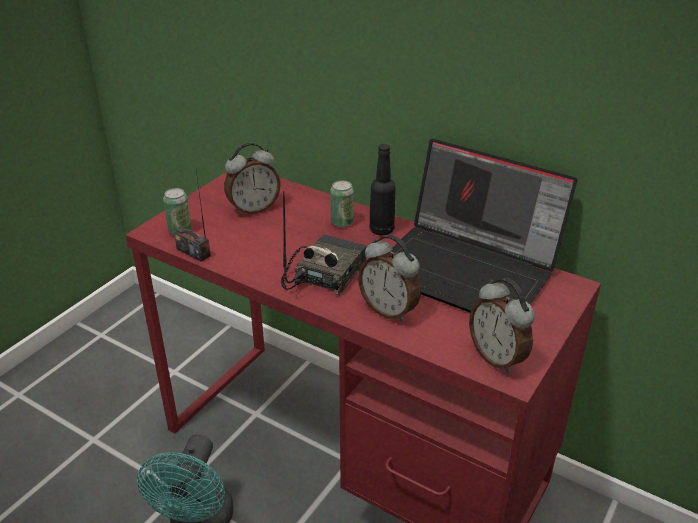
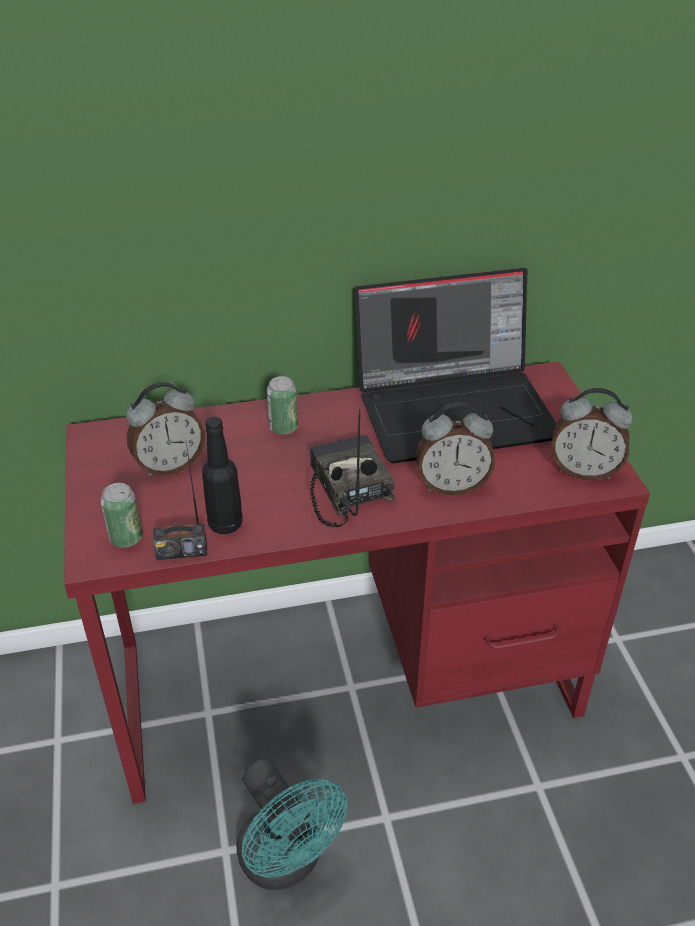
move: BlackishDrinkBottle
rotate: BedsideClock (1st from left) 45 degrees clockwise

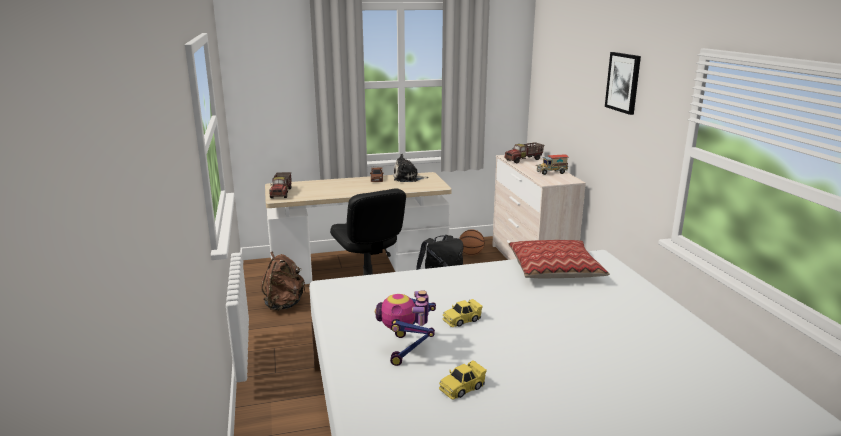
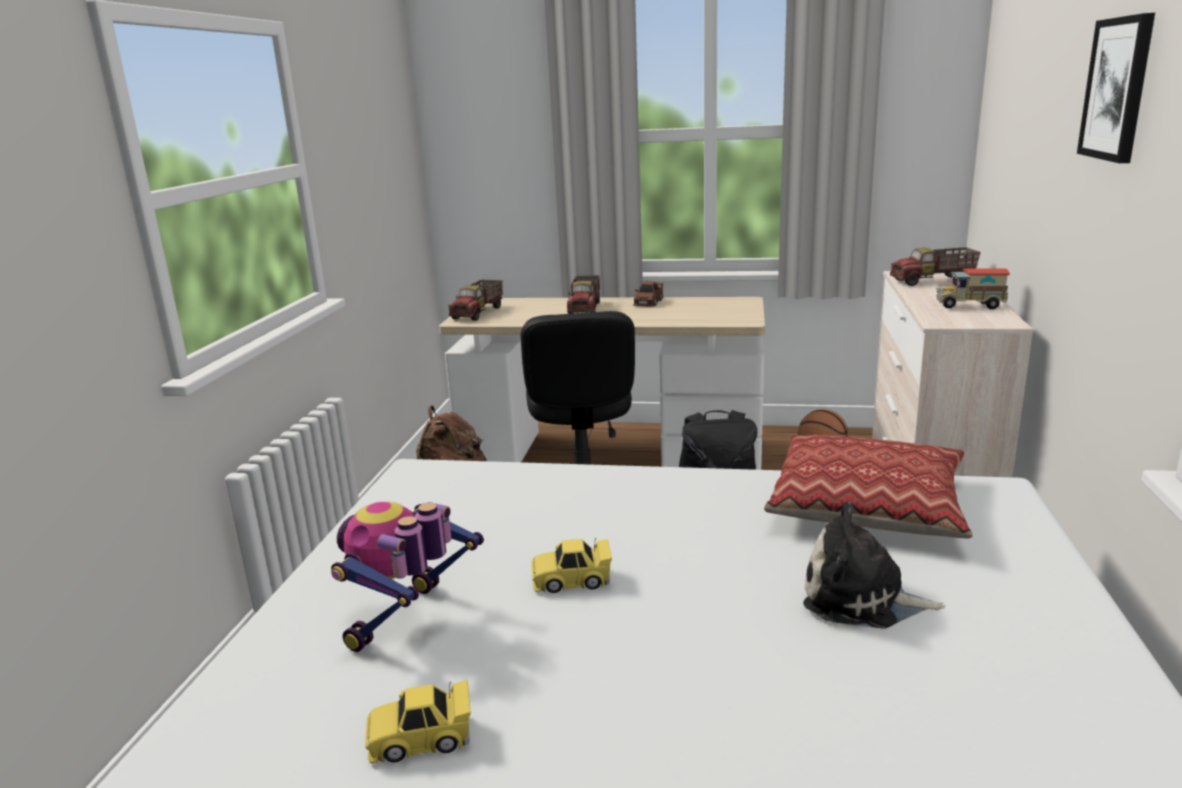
insert: ToyTruck (2nd from left)
move: CuddlyToy

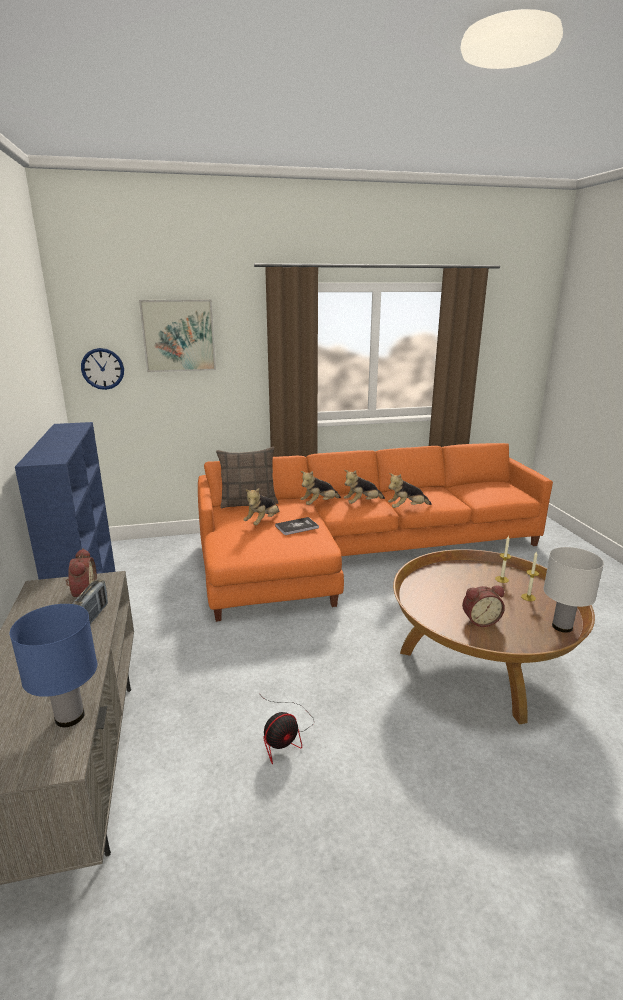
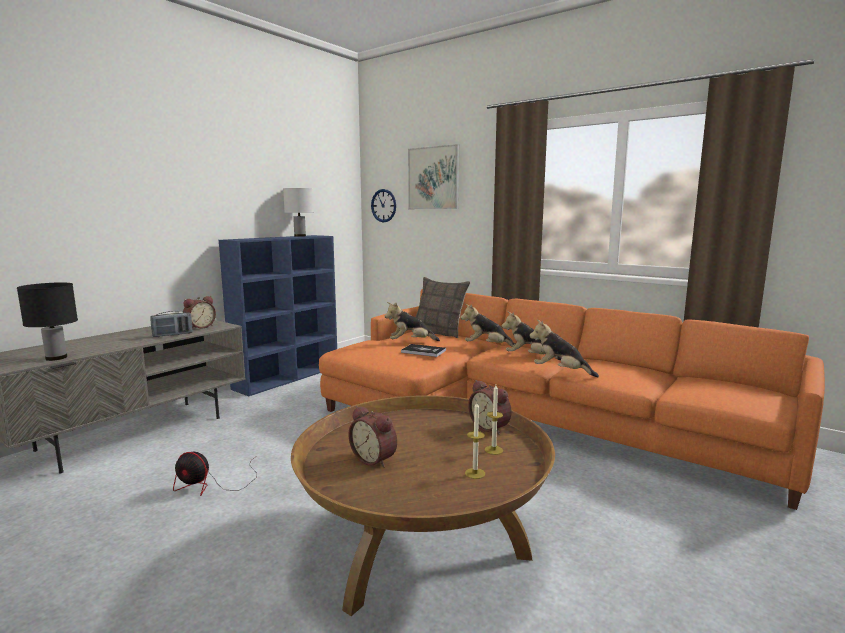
insert: BedsideClock (3rd from left)
move: WhiteTabletopLamp
recolor: BluishTabletopLamp to BlackishTabletopLamp

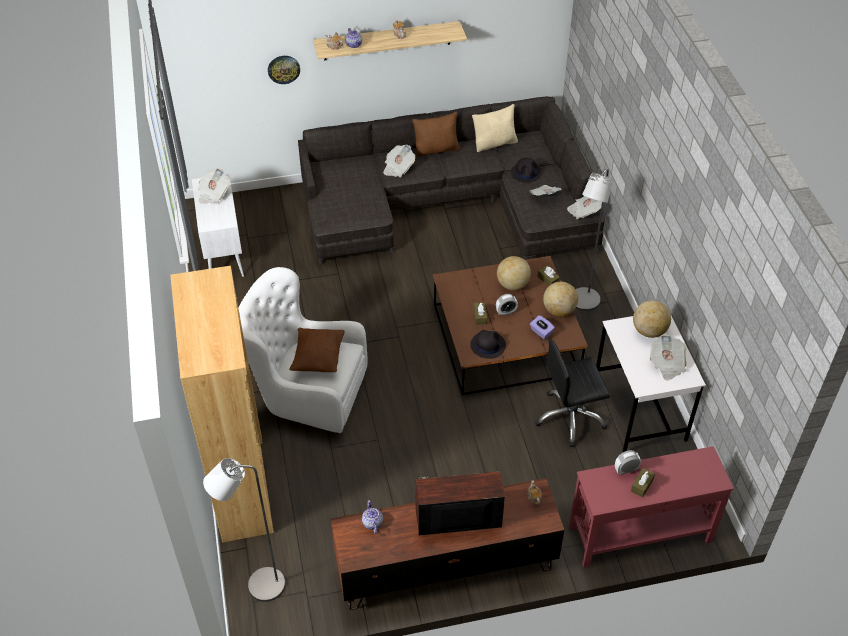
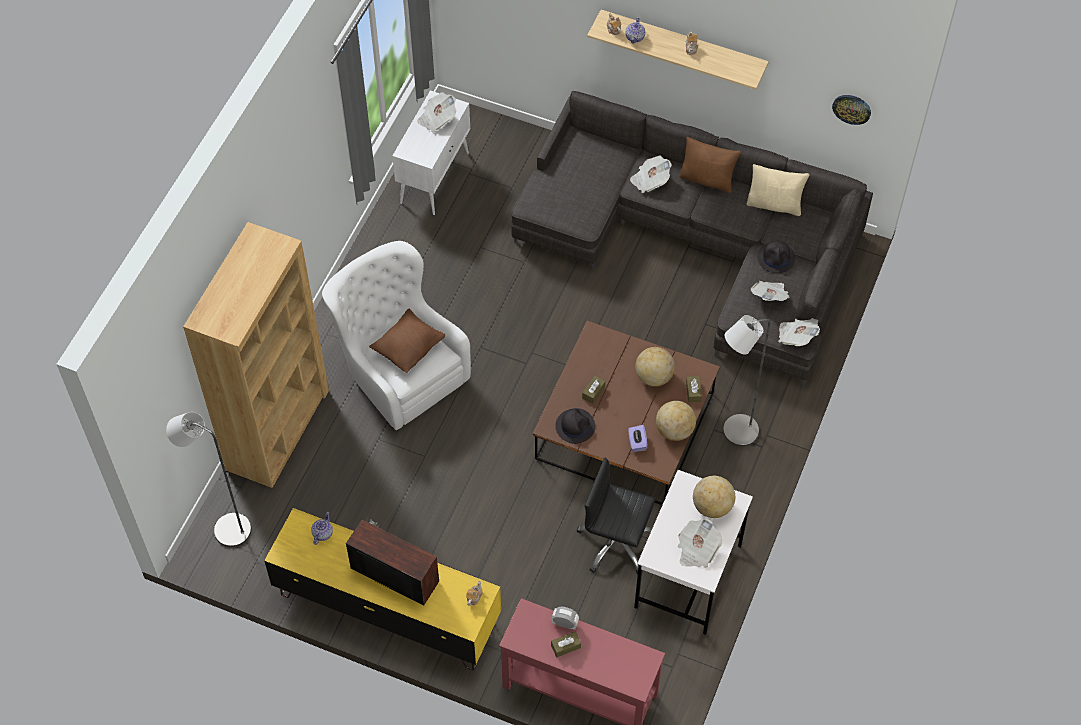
delete: BedsideClock (1st from left)
move: ClockOnTheWall
recolor: BrownishTvStand to YellowTvStand

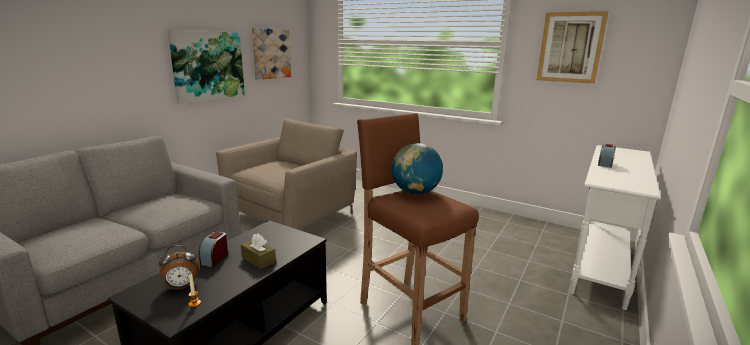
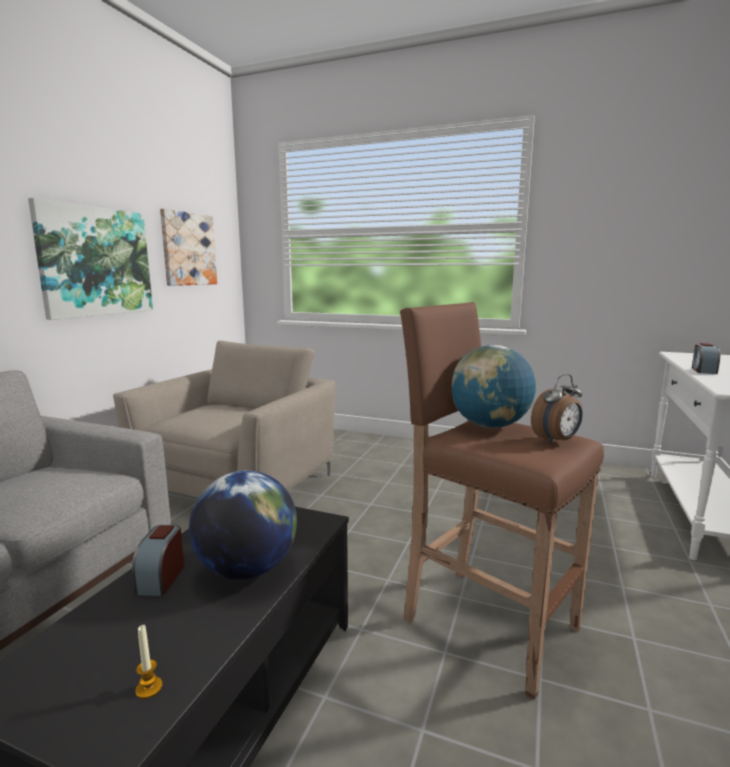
delete: WallPicture (3rd from left)
move: BedsideClock (1st from left in the first image) to BedsideClock (2nd from left)
replace: BrownishTissueBox to DeskGlobe (1st from left)

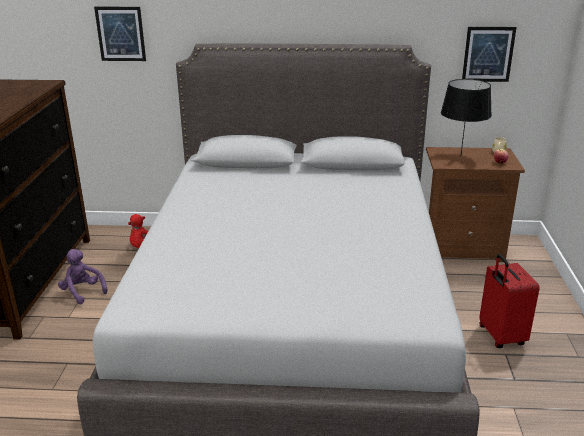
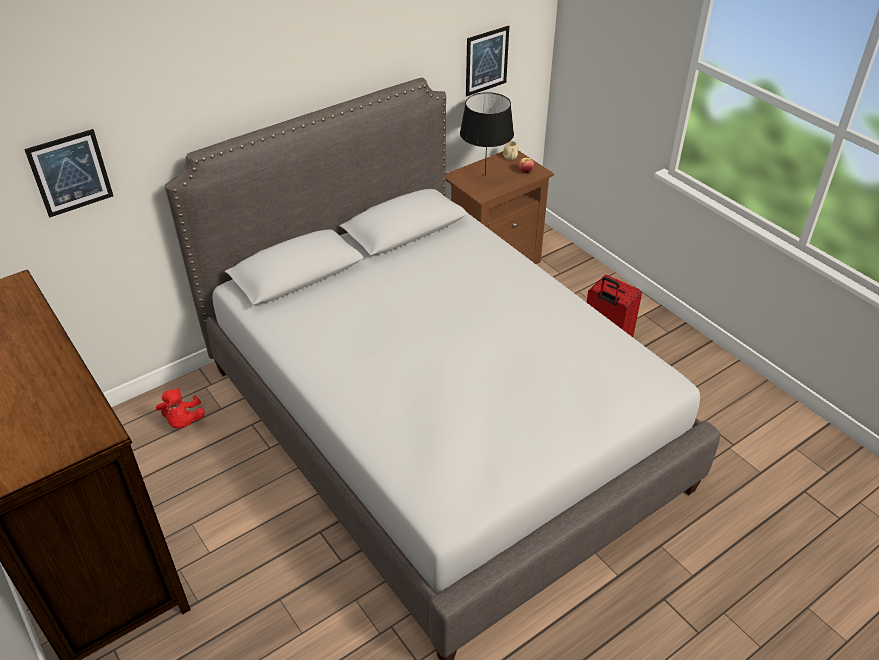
delete: PurplishCuddlyToy

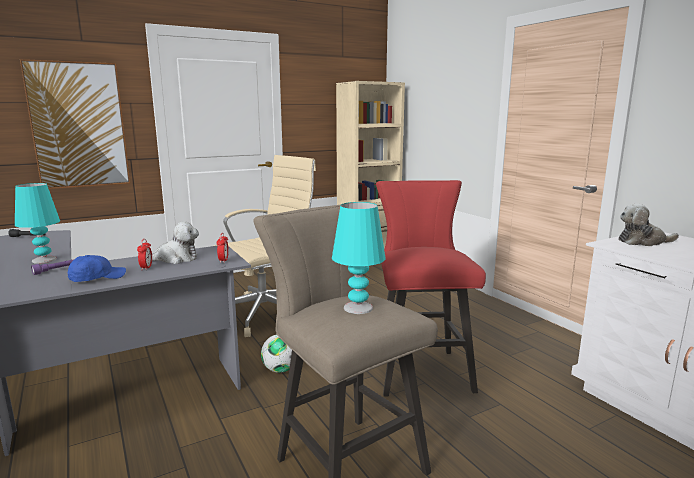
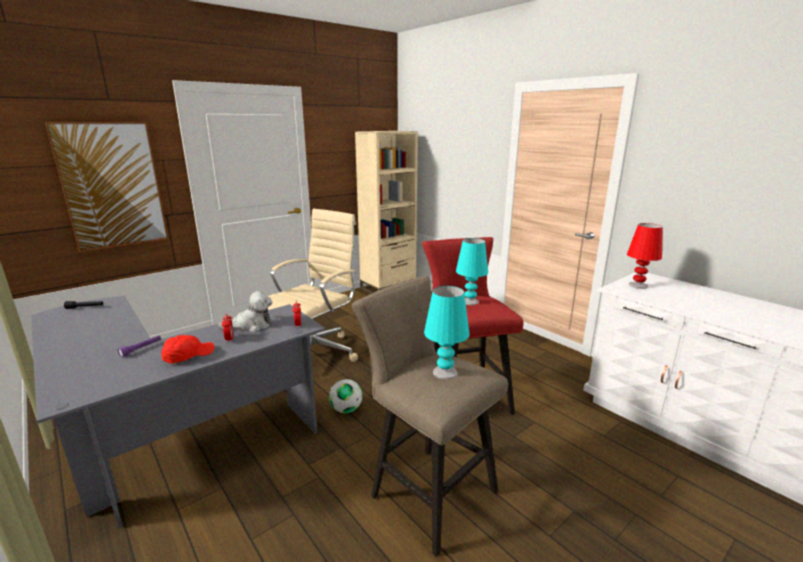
move: BlueGreenTabletopLamp (1st from left in the first image) to BlueGreenTabletopLamp (2nd from left)
replace: CuddlyToy (2nd from left) to RedTabletopLamp
recolor: BluishBaseballCap to RedBaseballCap

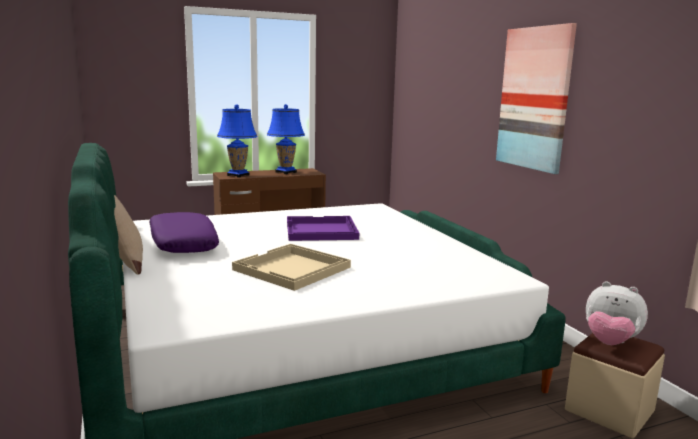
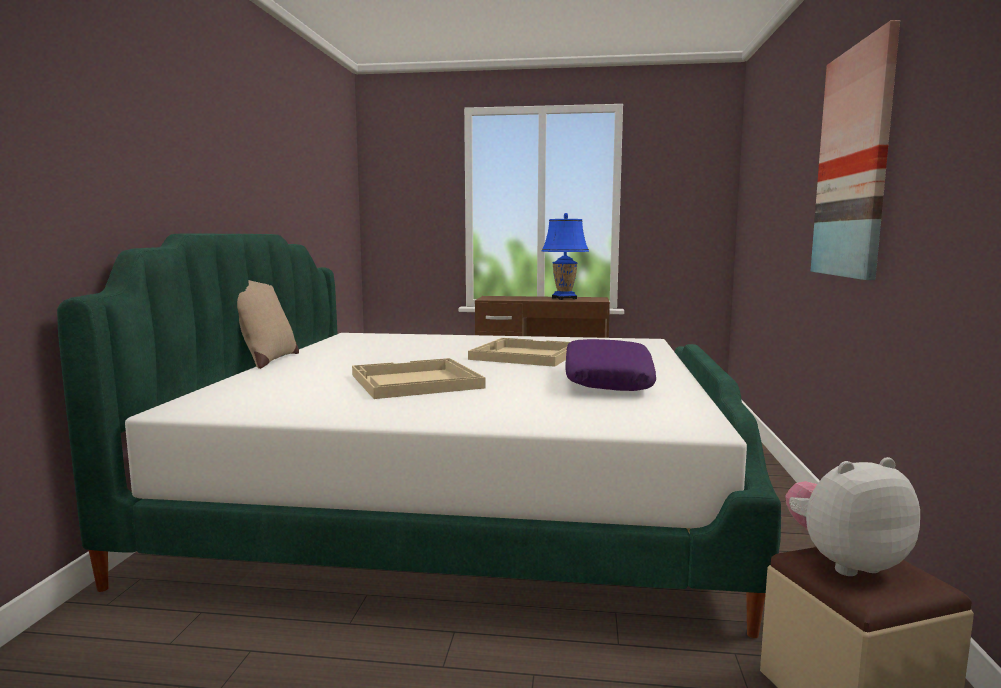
delete: BluishTabletopLamp (1st from left)
move: PurplishCushion
recolor: PurplishServingTray to BeigeColouredServingTray (2nd from left)
rotate: CuddlyToy 105 degrees clockwise

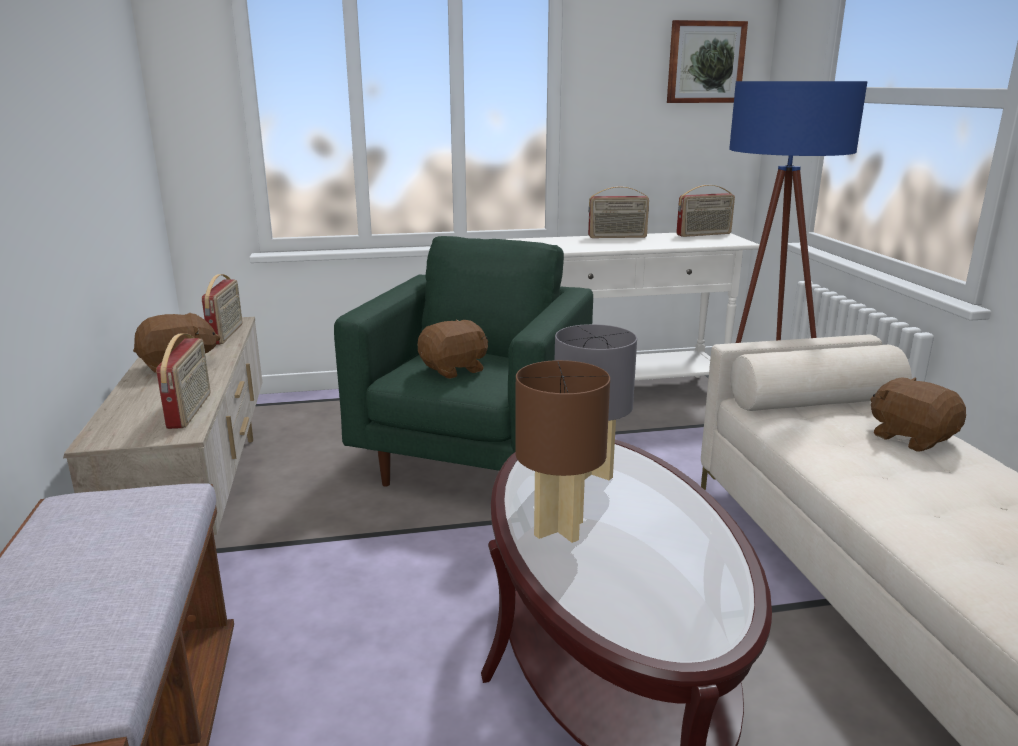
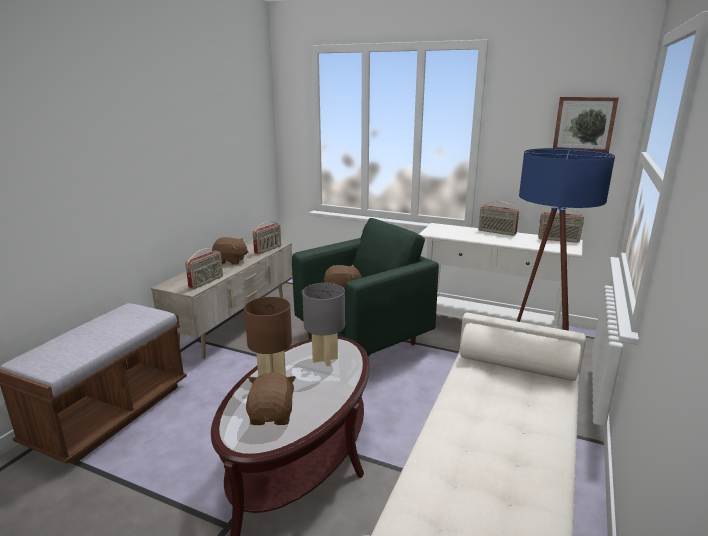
move: BrownishCuddlyToy (3rd from left in the first image) to BrownishCuddlyToy (2nd from left)

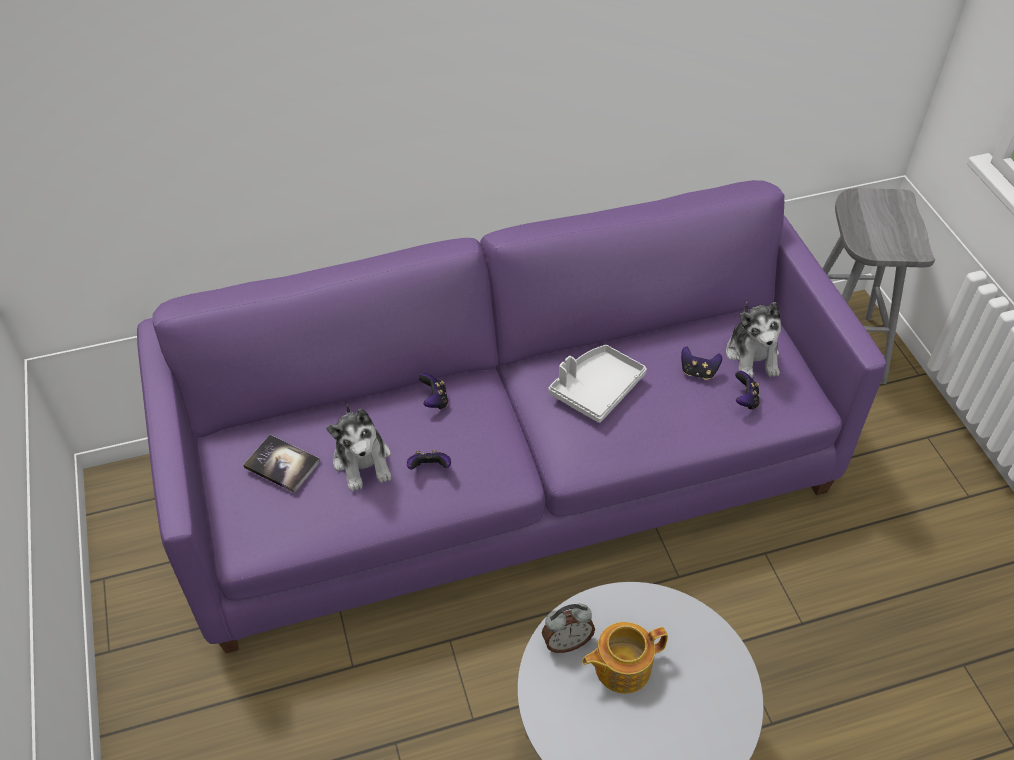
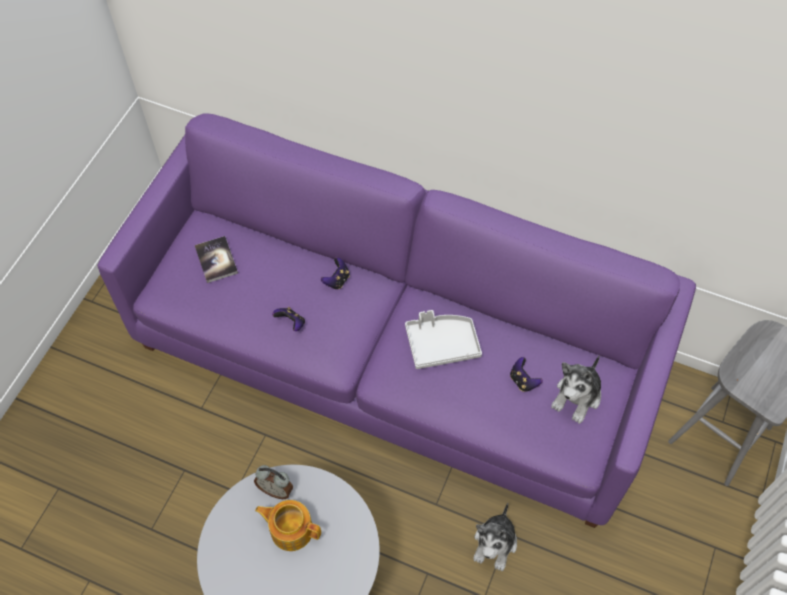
delete: Gamepad (4th from left)
move: CuddlyToy (1st from left)

